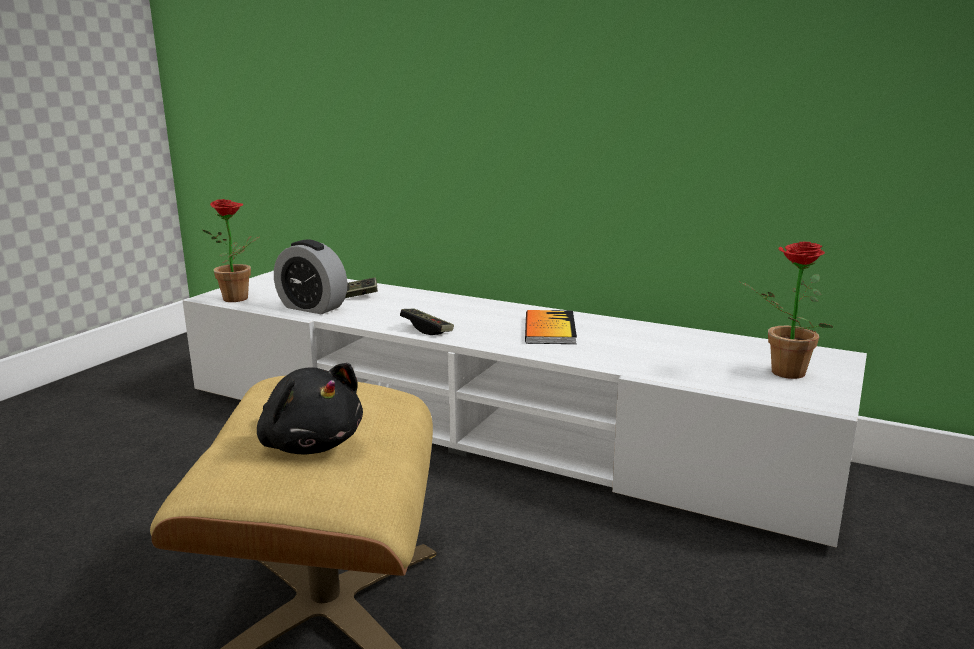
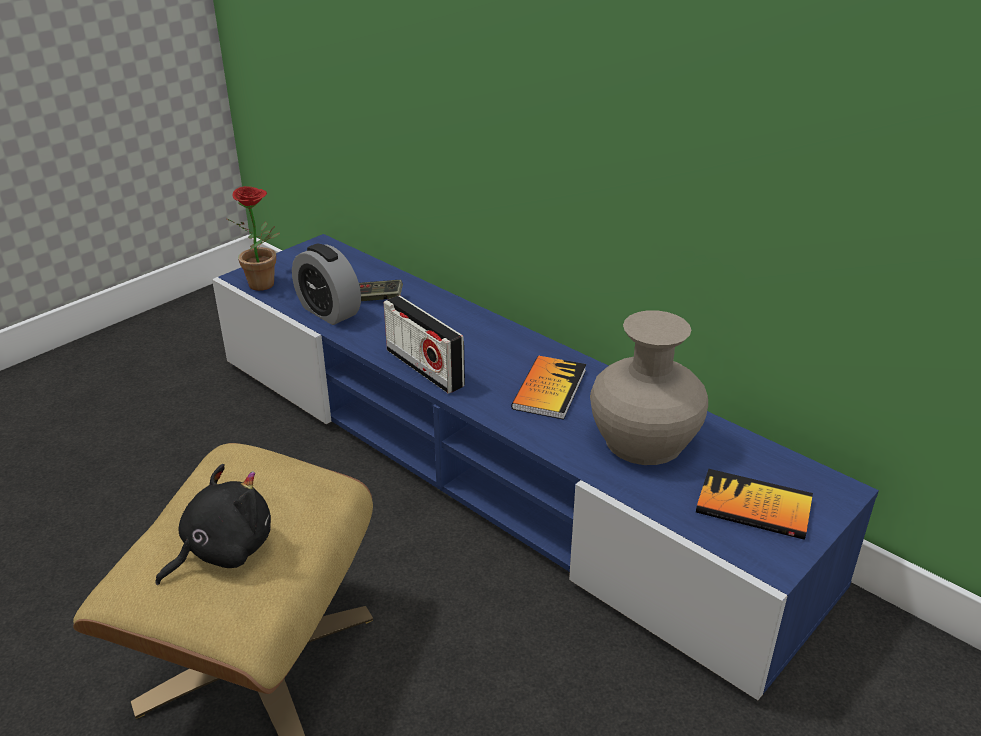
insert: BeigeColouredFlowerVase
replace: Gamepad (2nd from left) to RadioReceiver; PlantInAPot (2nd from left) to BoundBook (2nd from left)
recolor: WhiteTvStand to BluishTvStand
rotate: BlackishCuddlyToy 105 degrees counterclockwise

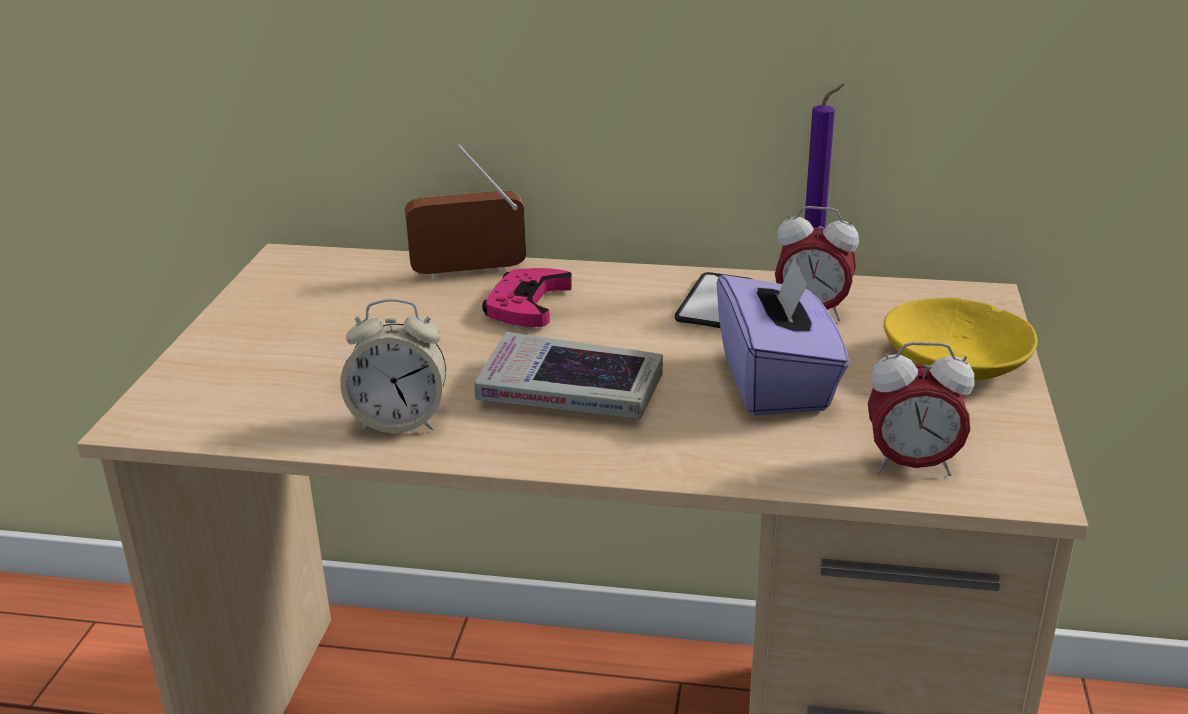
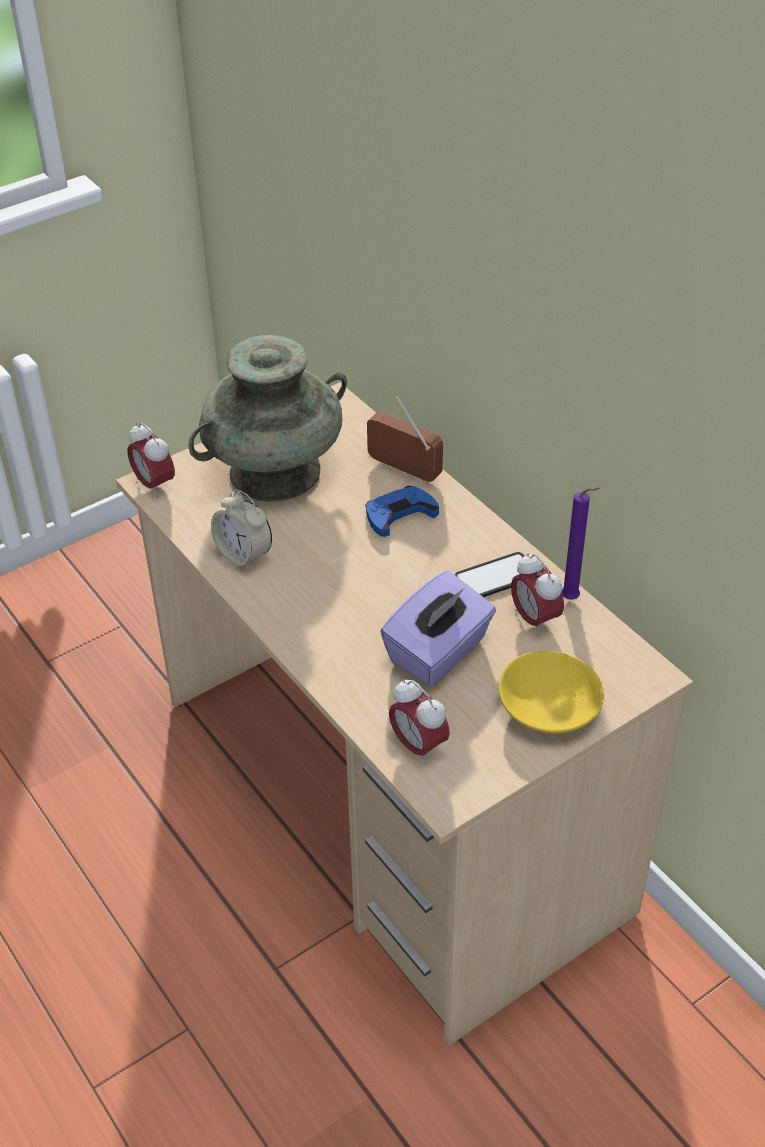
delete: BoundBook
insert: BedsideClock (1st from left); BlueGreenFlowerVase
recolor: PinkGamepad to BluishGamepad

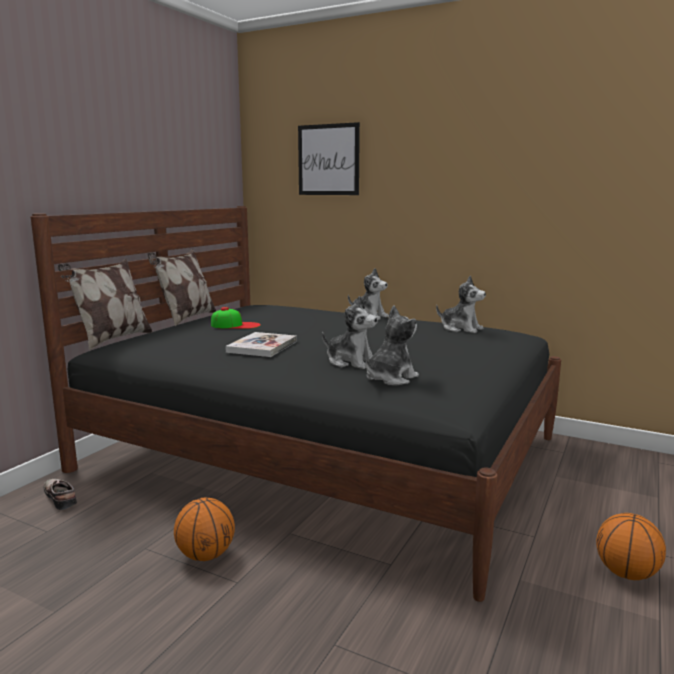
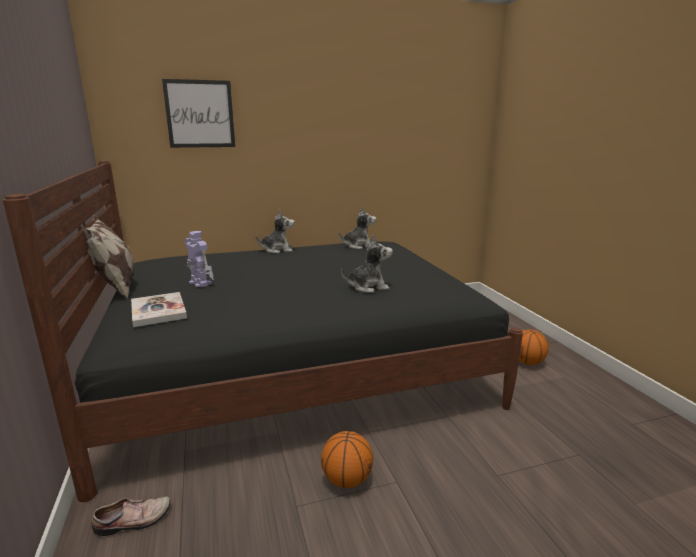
delete: Cushion (1st from left); CuddlyToy (3rd from left)
move: BoundBook
replace: BaseballCap to RobotFigure
rotate: Shoe 150 degrees clockwise

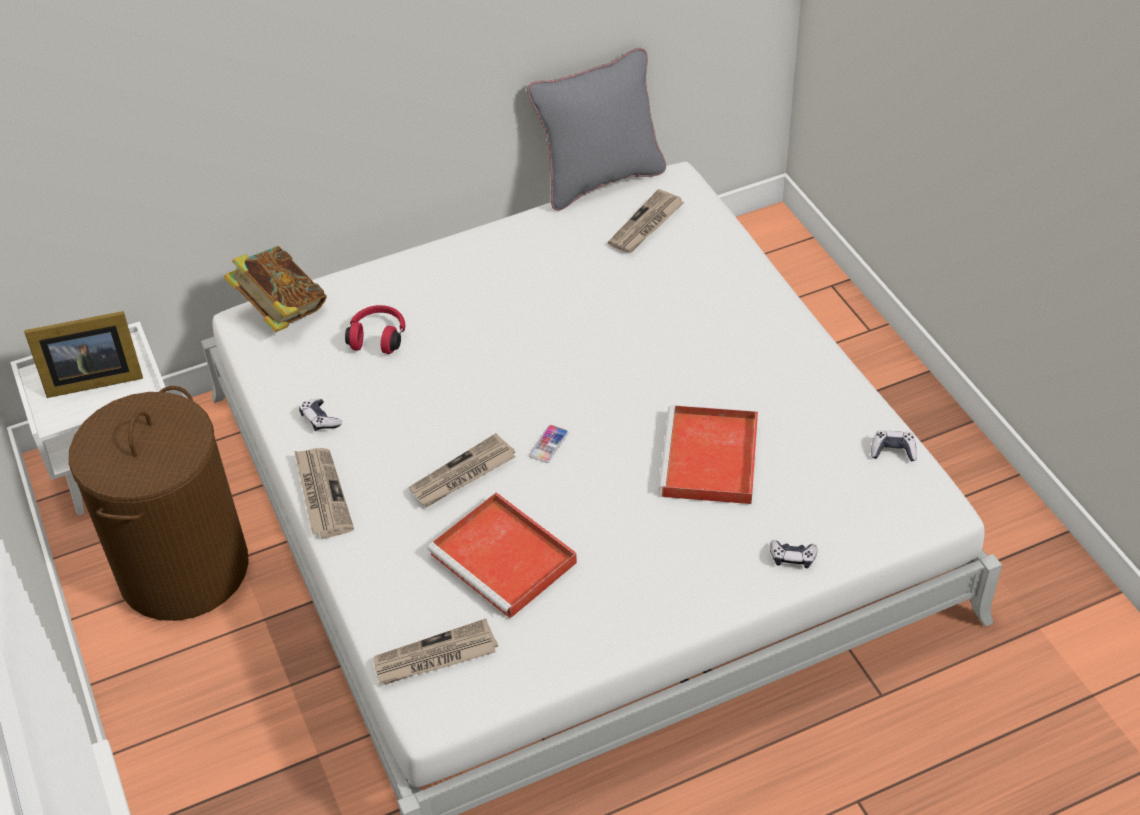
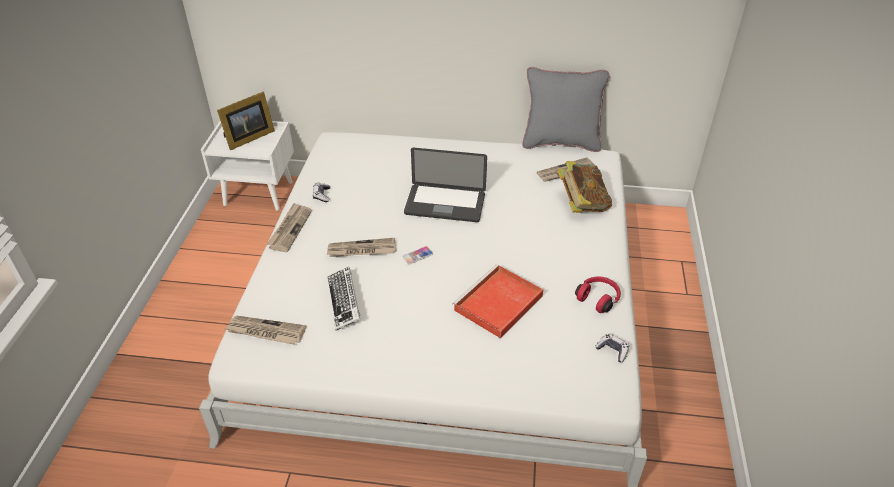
delete: BrownishHamper; Gamepad (2nd from left)
insert: PortableComputer
move: BoundBook; RedHeadset
replace: RedServingTray (1st from left) to Keyboard
rotate: PhotoFrame 60 degrees counterclockwise

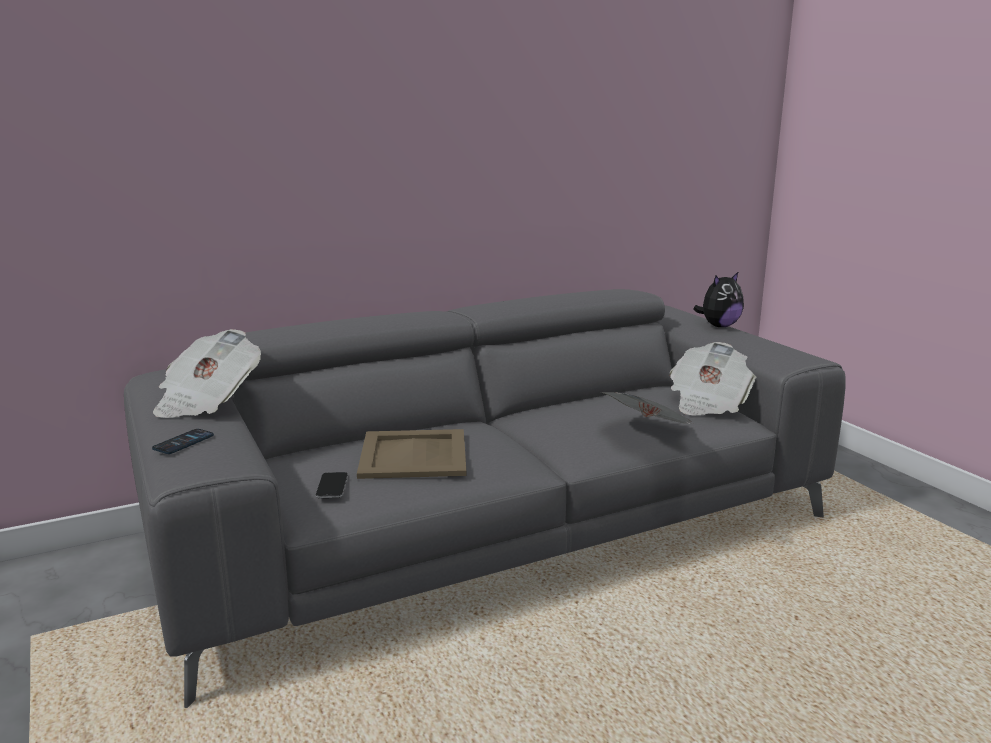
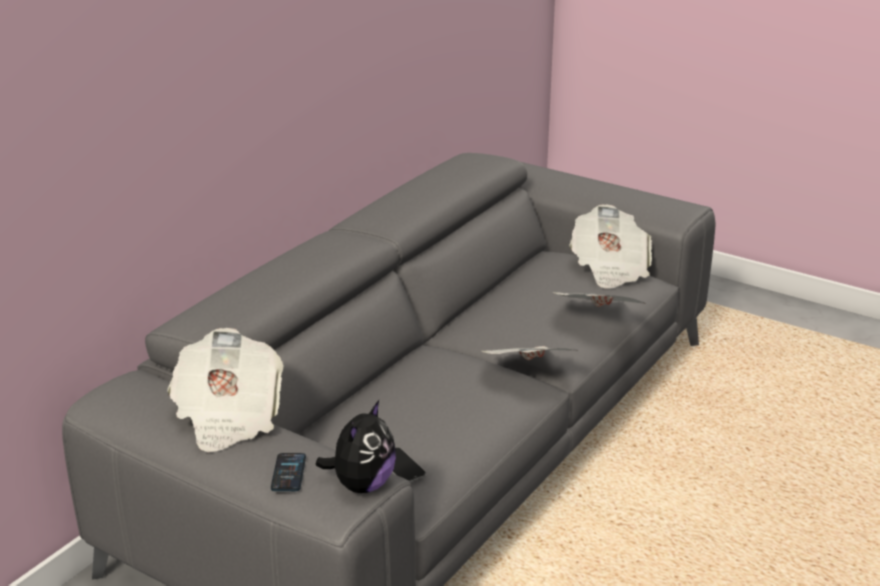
delete: BeigeColouredServingTray
insert: PrintedPaper (2nd from left)
move: CuddlyToy

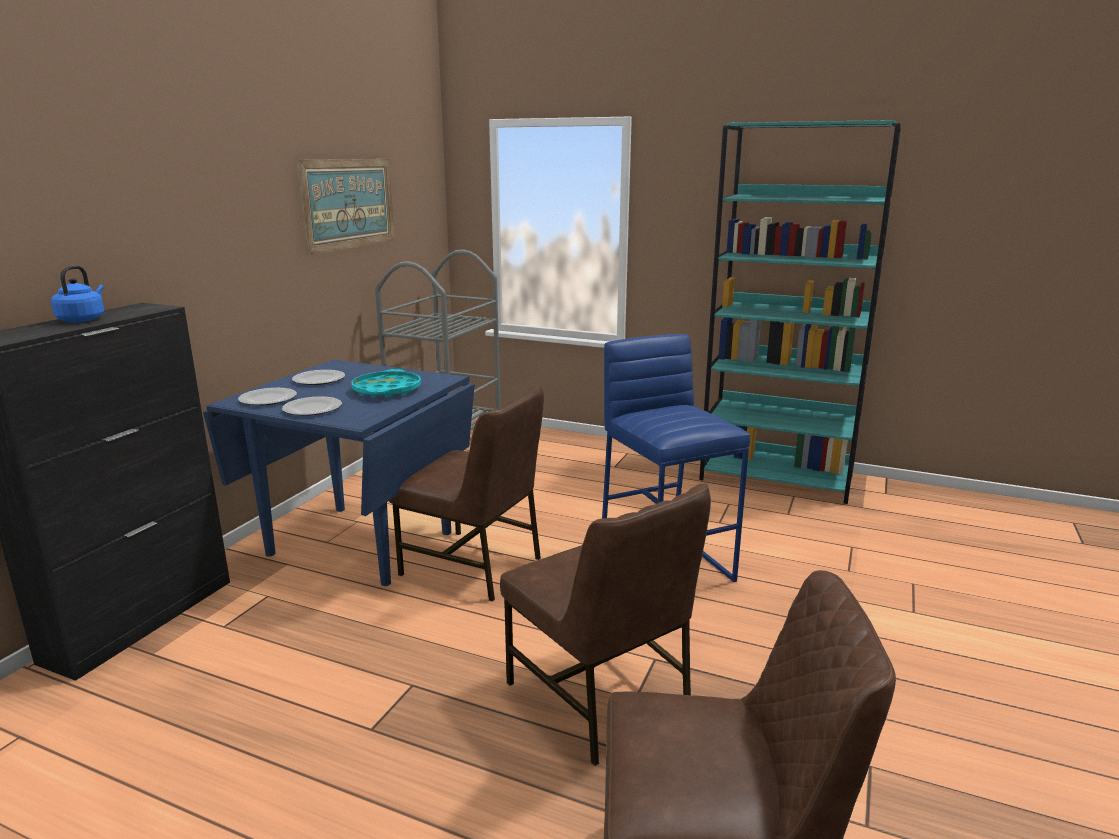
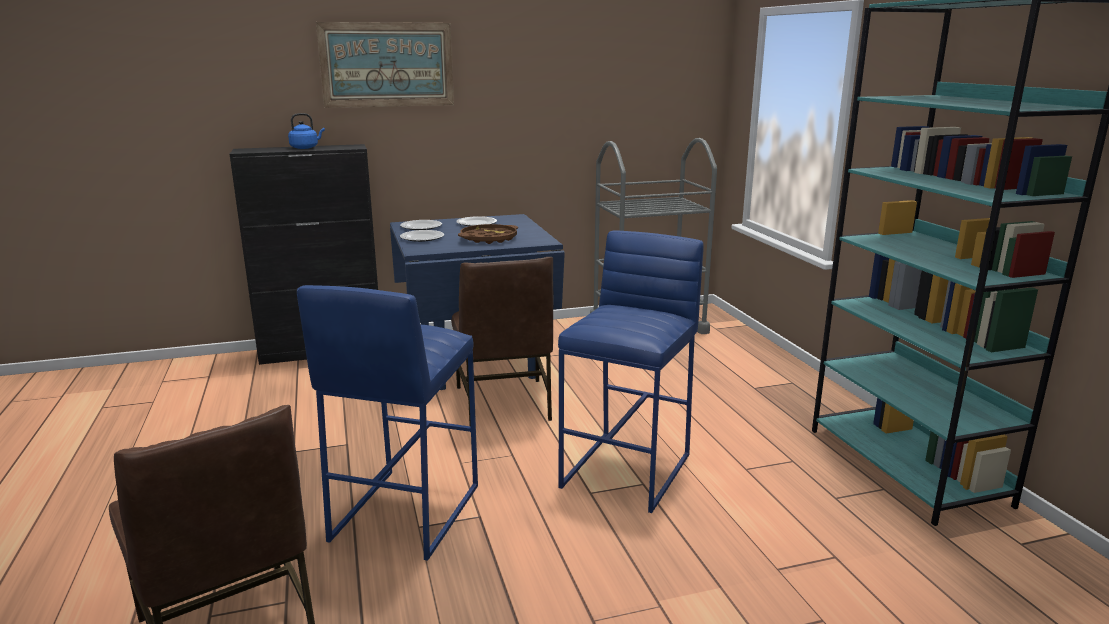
move: WallPicture
replace: BrownishPlainChair (2nd from left) to BluishSittingStool (1st from left)
recolor: BlueGreenServingTray to BrownishServingTray

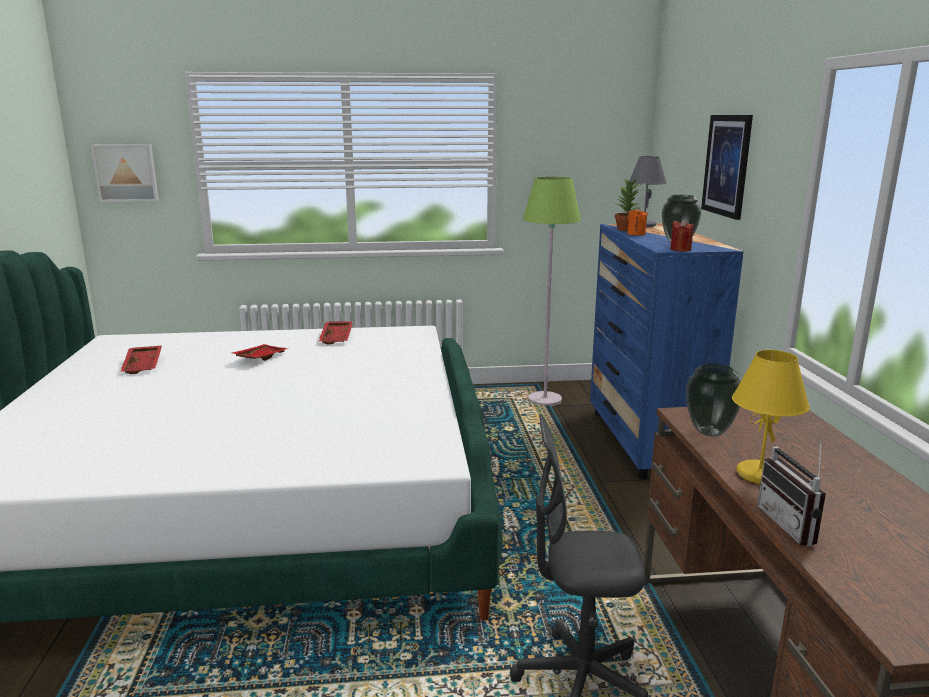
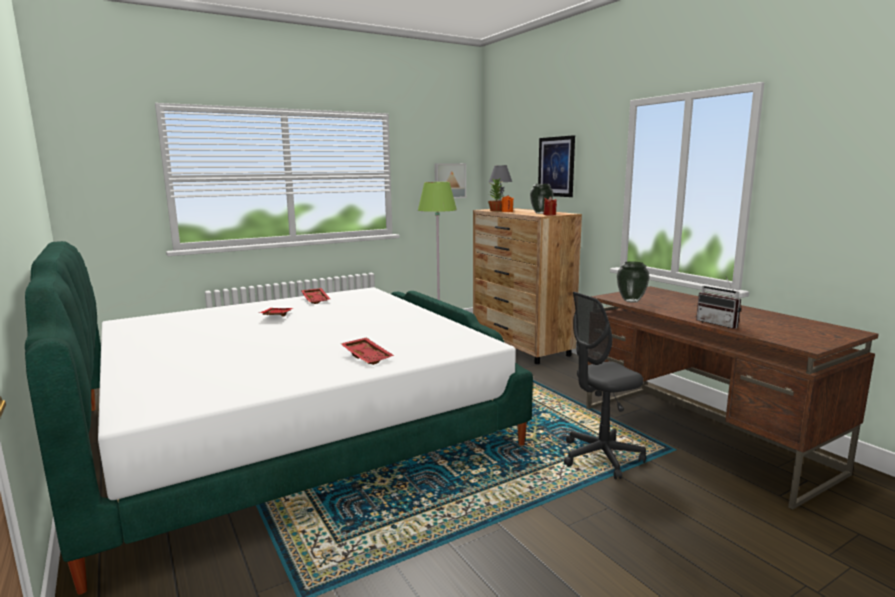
delete: YellowTabletopLamp
move: RedServingTray (1st from left in the first image) to RedServingTray (3rd from left); WallPicture (1st from left)
recolor: BluishDrawerChest to BrownishDrawerChest

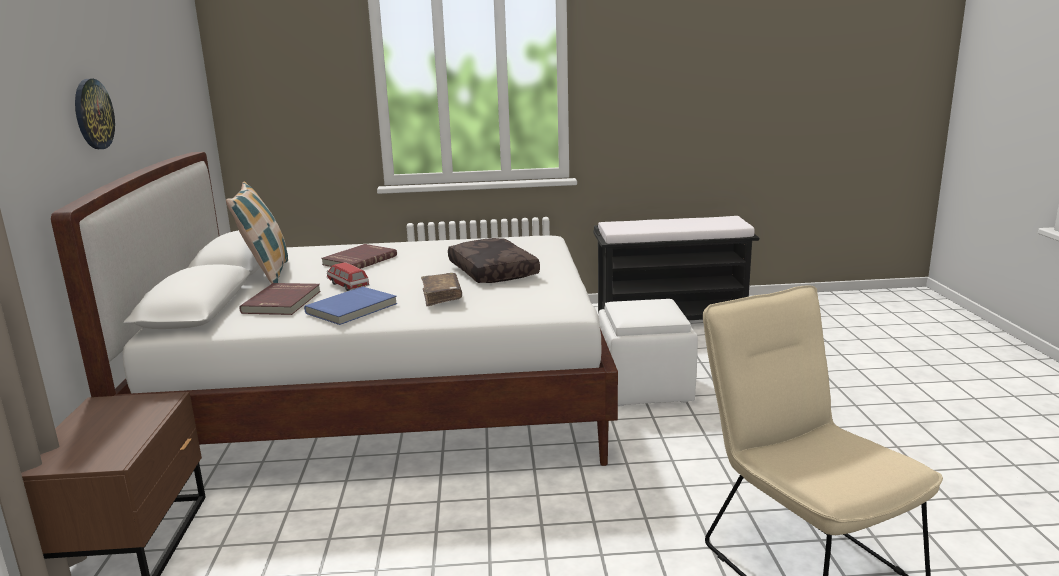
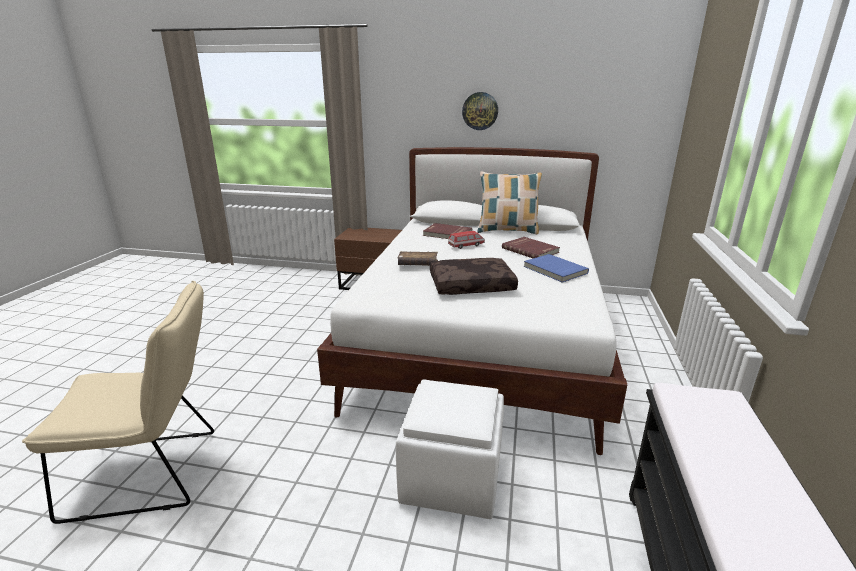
move: BluishBoundBook

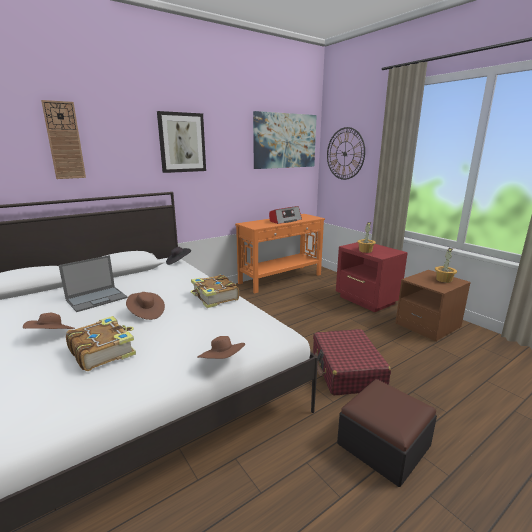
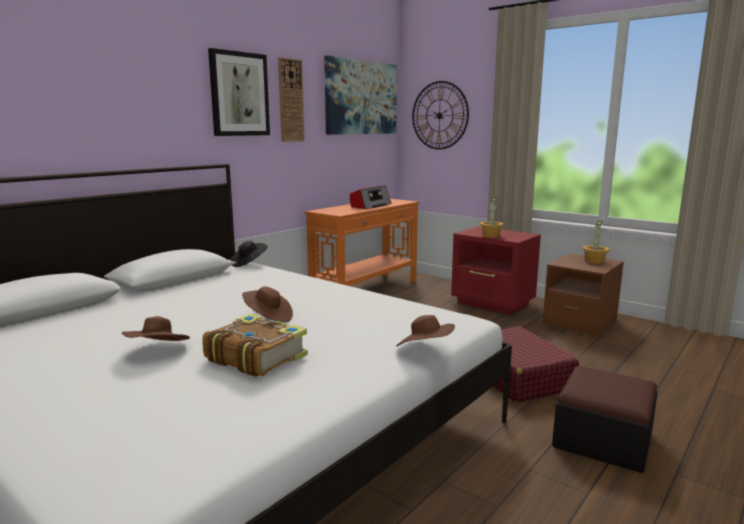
delete: PortableComputer; BoundBook (2nd from left)
move: ClockOnTheWall (1st from left)

